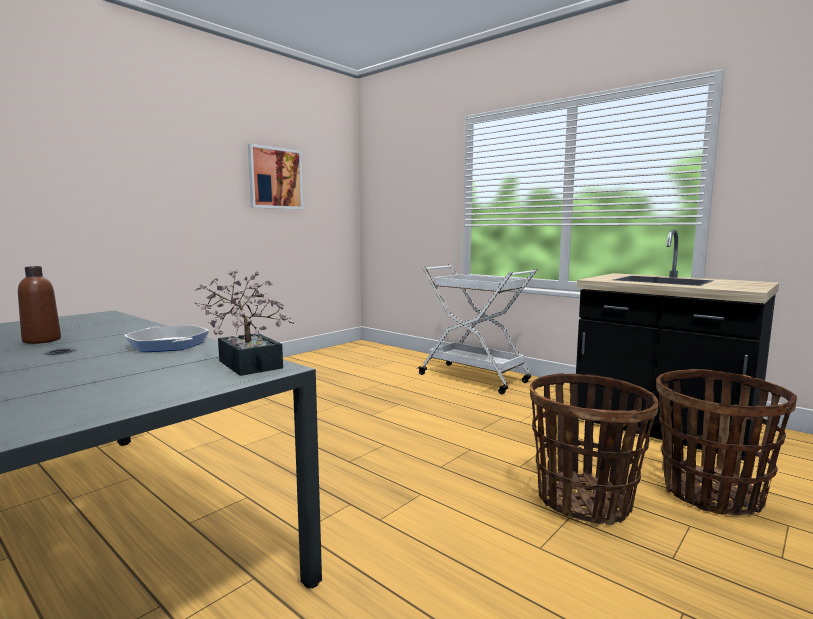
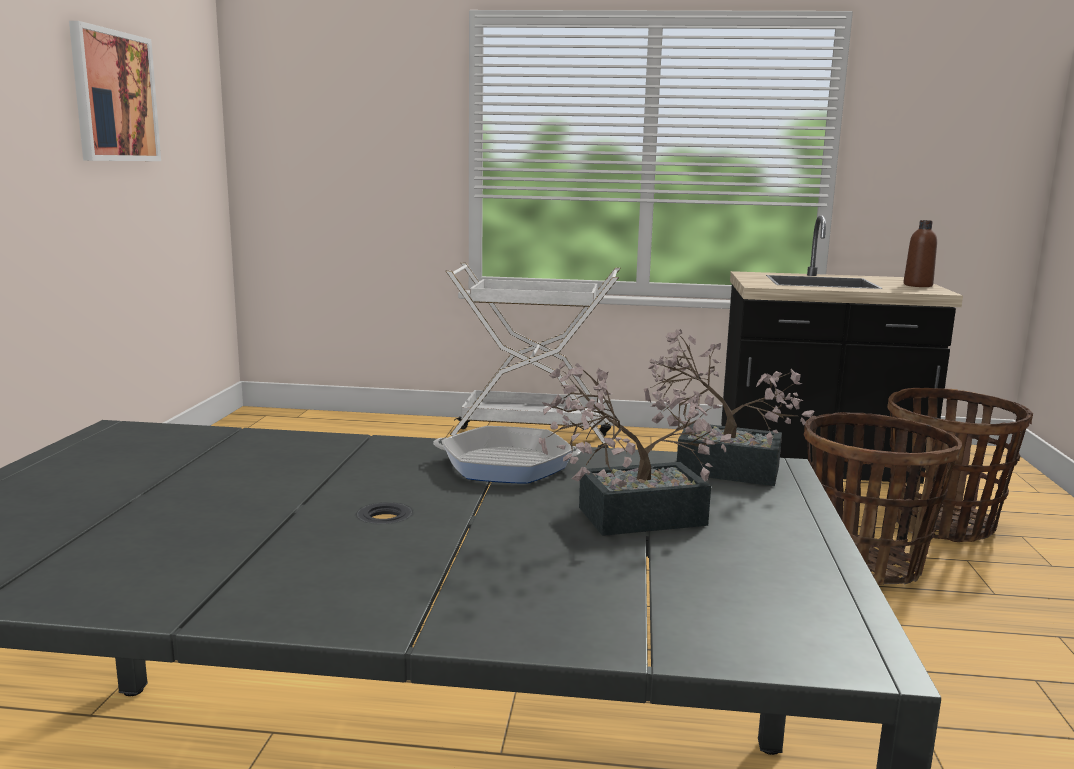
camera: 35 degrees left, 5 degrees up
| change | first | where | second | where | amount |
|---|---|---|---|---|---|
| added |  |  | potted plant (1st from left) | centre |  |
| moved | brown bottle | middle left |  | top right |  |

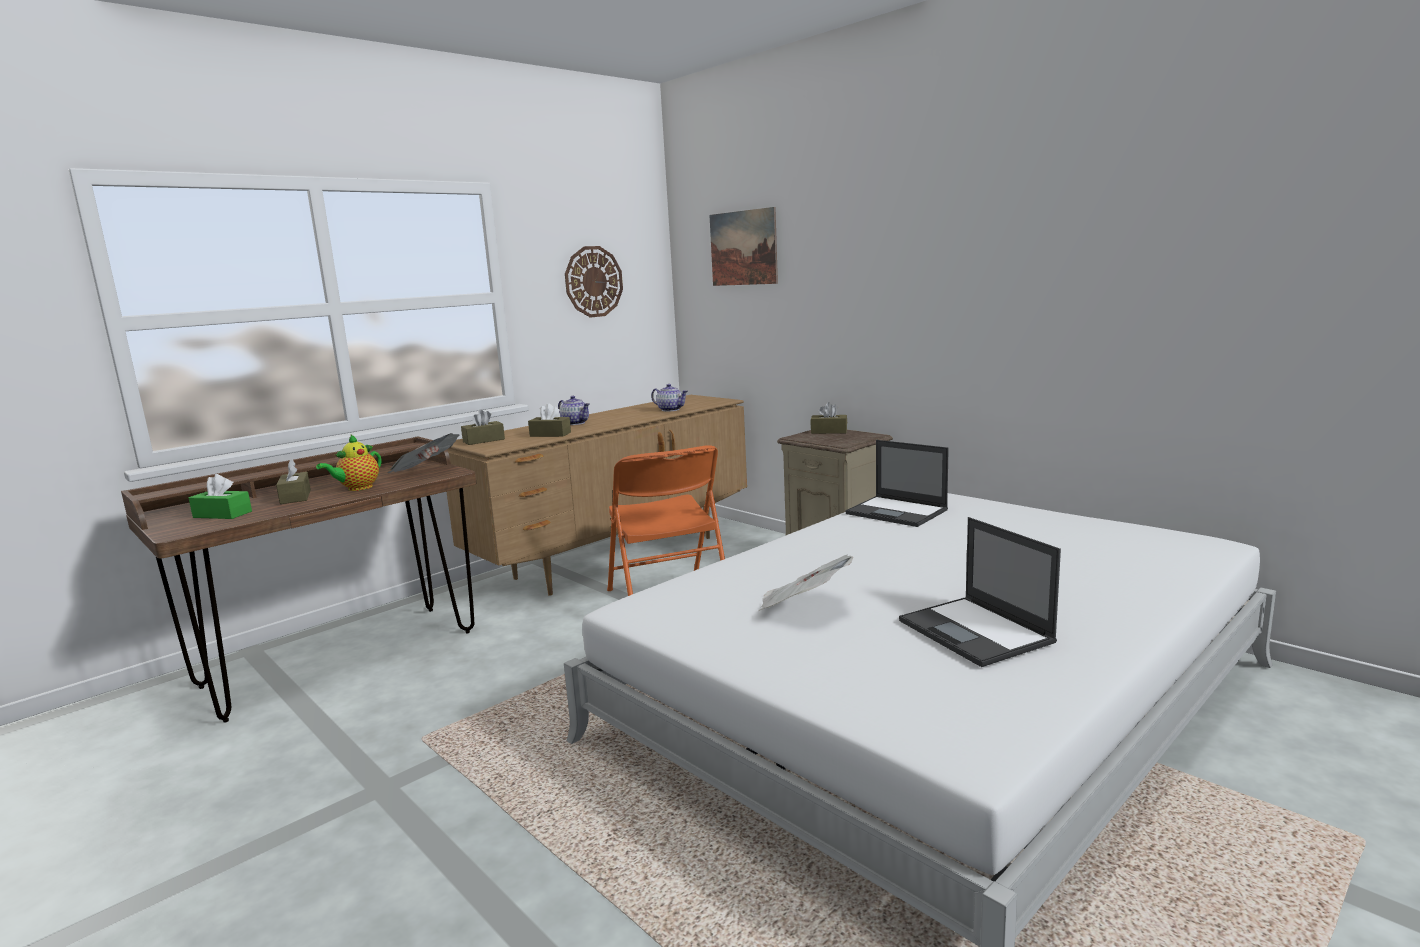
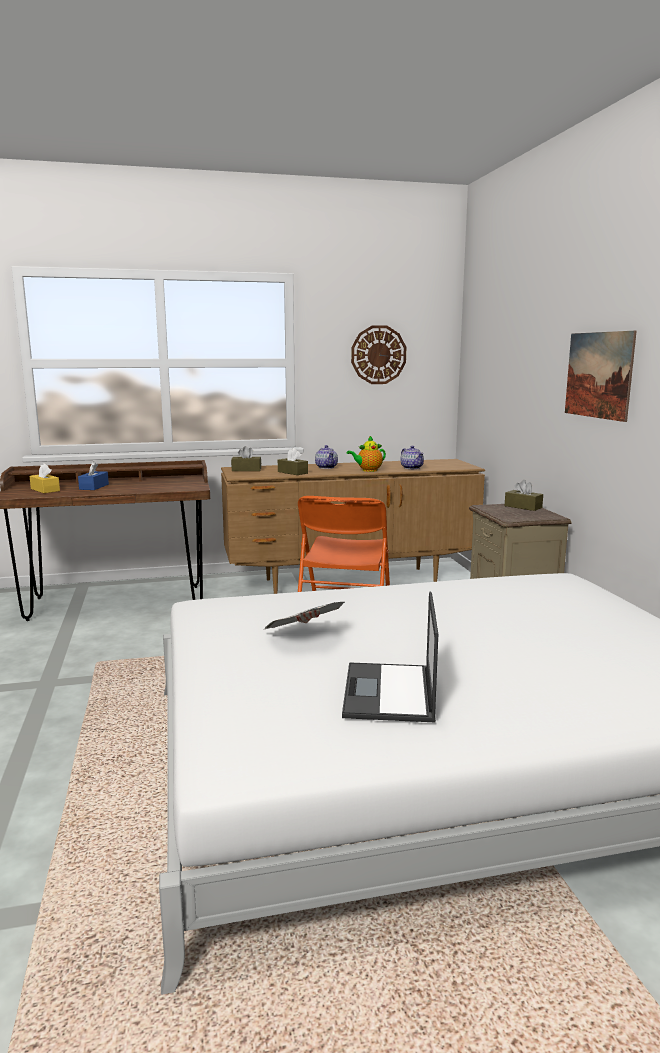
camera: 30 degrees right, 0 degrees up
| change | first | where | second | where | amount |
|---|---|---|---|---|---|
| recoloured | green tissue box | middle left | yellow tissue box | middle left |  |
| recoloured | brown tissue box (1st from left) | middle left | blue tissue box | middle left |  |
| moved | teapot (1st from left in the first image) | middle left | teapot (2nd from left) | centre |  |
| moved | picture | top centre |  | middle right |  |
| removed | newspaper (1st from left) | middle left |  |  |  |
| removed | laptop (1st from left) | centre |  |  |  |

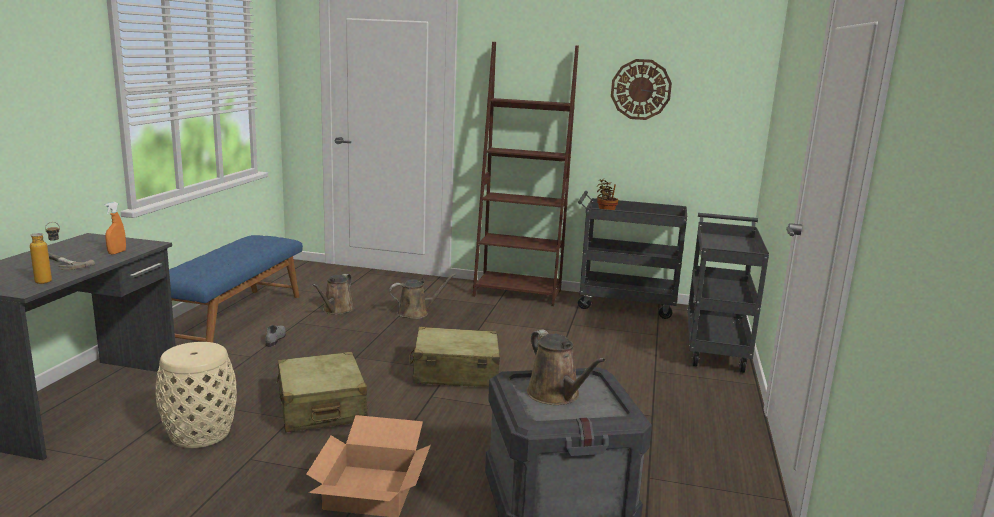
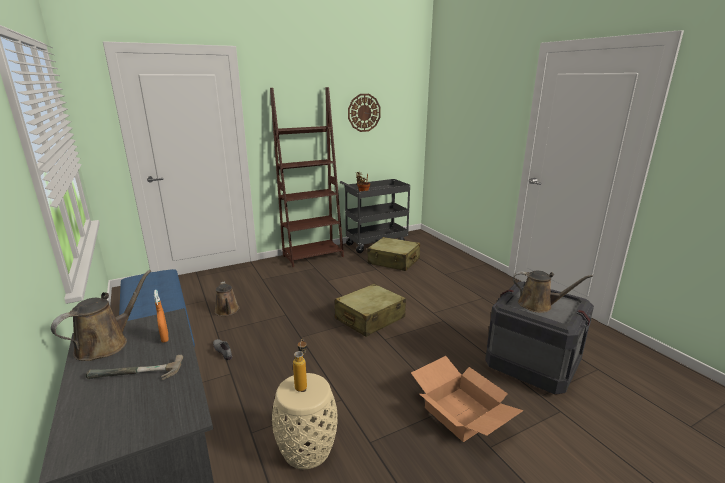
camera: 40 degrees left, 5 degrees up
| change | first | where | second | where | amount |
|---|---|---|---|---|---|
| moved | brown watering can (2nd from left in the first image) | centre | brown watering can (1st from left) | middle left |  |
| moved | bottle | middle left |  | bottom centre |  |
| moved | beige suitcase (1st from left in the first image) | bottom left | beige suitcase (2nd from left) | centre |  |
| removed | grey cart (2nd from left) | middle right |  |  |  |

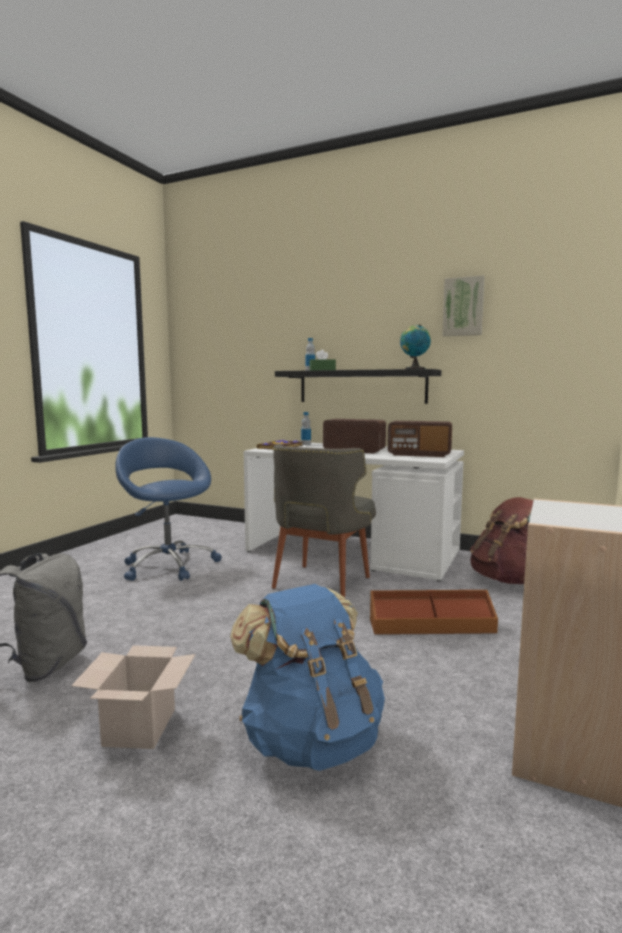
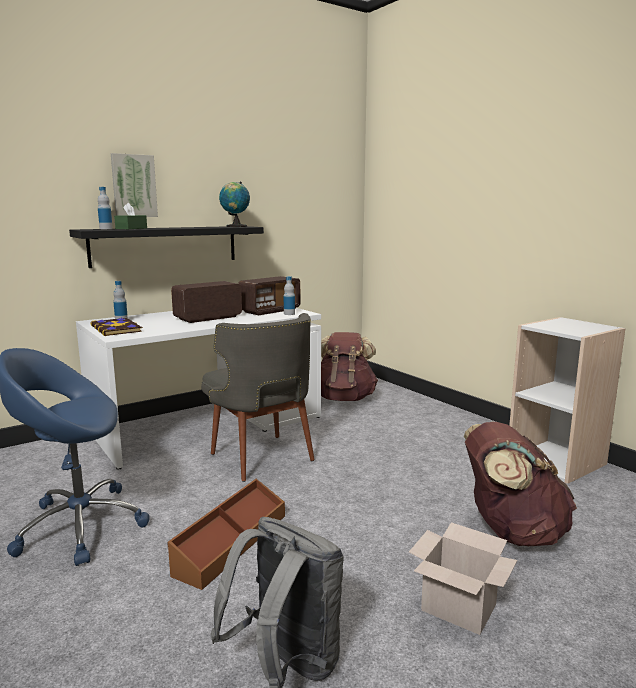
camera: 60 degrees left, 5 degrees up
| change | first | where | second | where | amount |
|---|---|---|---|---|---|
| moved | picture | top right |  | top left |  |
| moved | brown storage box | middle right |  | bottom centre |  |
| added |  |  | bottle (3rd from left) | centre |  |
| recoloured | blue backpack | bottom centre | brown backpack (2nd from left) | bottom right |  |

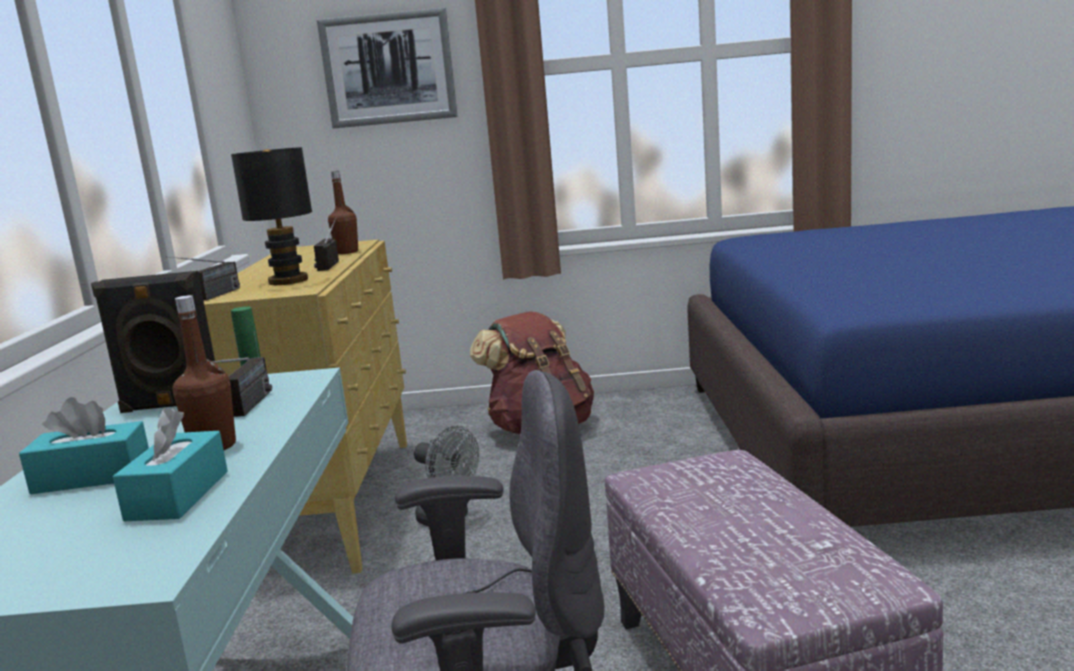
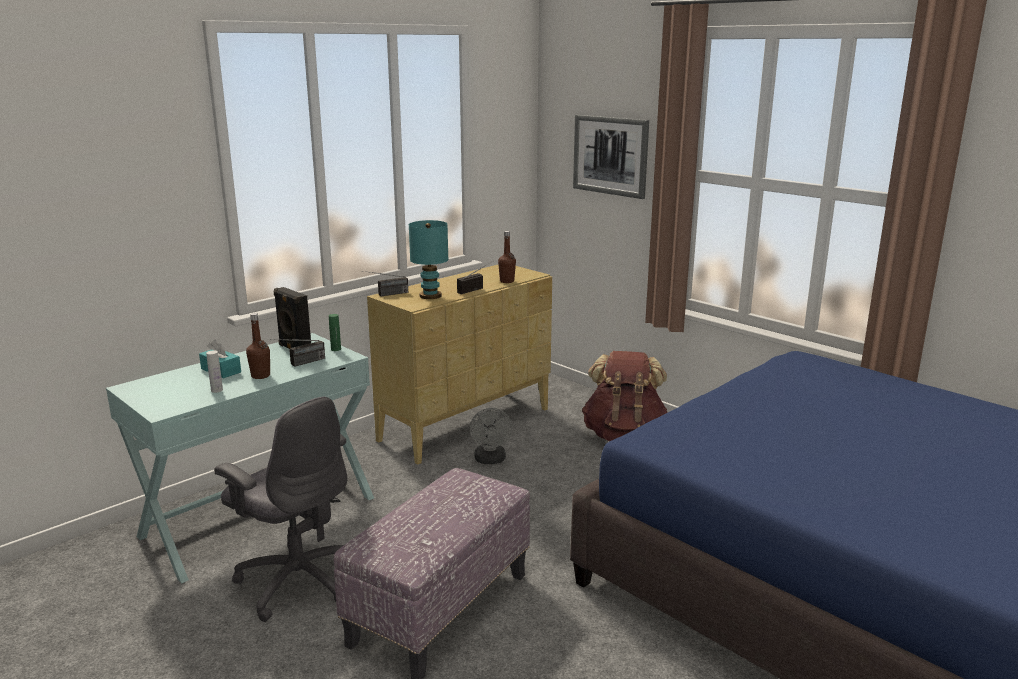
camera: 45 degrees right, 5 degrees up
| change | first | where | second | where | amount |
|---|---|---|---|---|---|
| replaced | turquoise tissue box (2nd from left) | bottom left | white bottle | middle left |  |
| recoloured | black table lamp | top left | turquoise table lamp | centre |  |

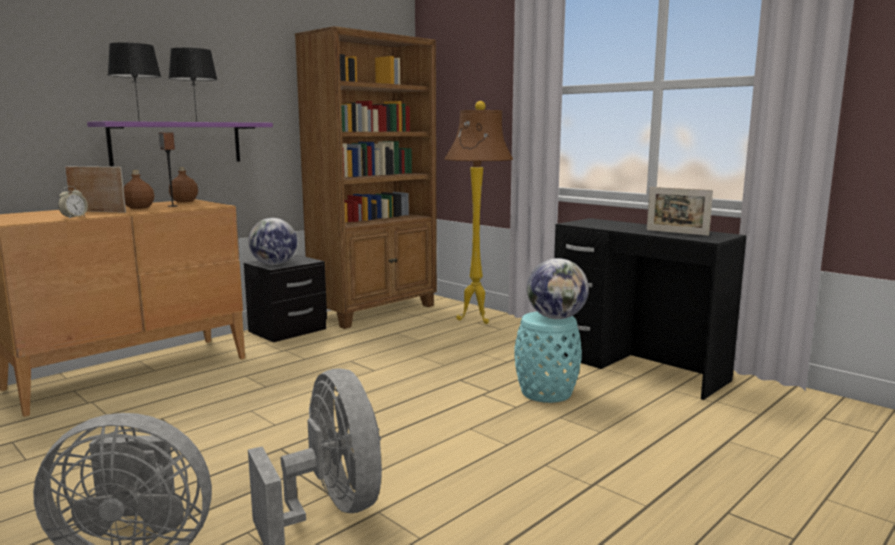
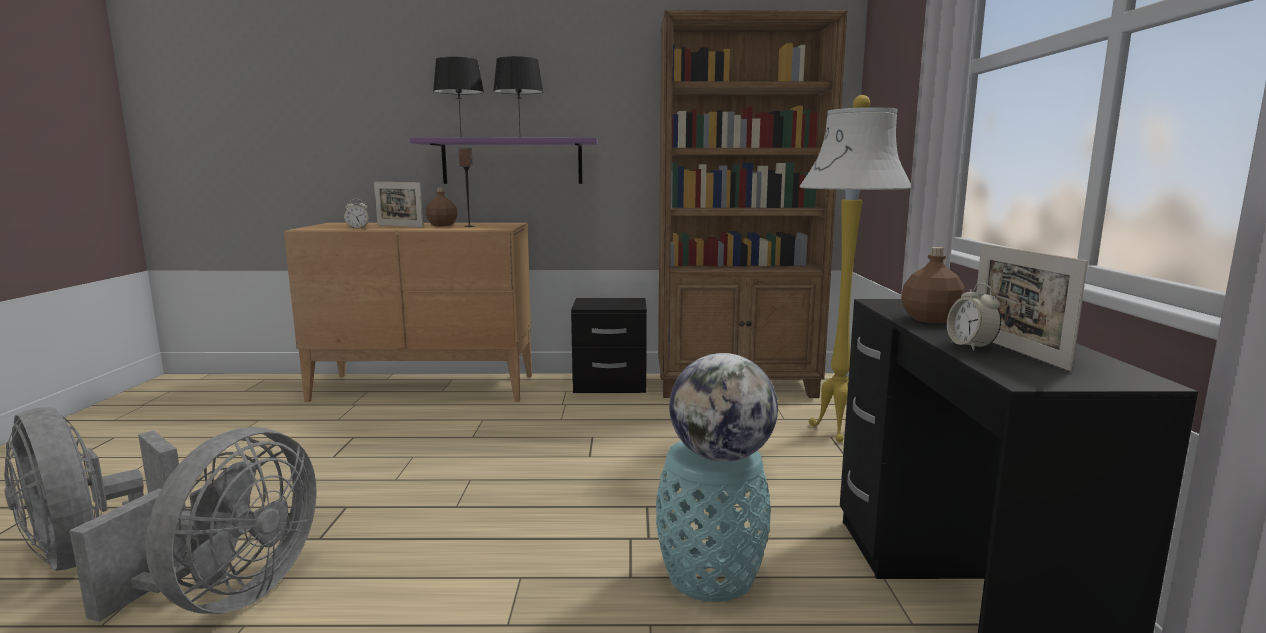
camera: 45 degrees right, 0 degrees up
| change | first | where | second | where | amount |
|---|---|---|---|---|---|
| turned | picture frame (1st from left) | middle left |  | top left | 150 degrees clockwise |
| recoloured | brown floor lamp | centre | white floor lamp | middle right |  |
| moved | brown bottle (2nd from left) | middle left |  | middle right |  |
| added |  |  | alarm clock (2nd from left) | middle right |  |
| removed | globe (1st from left) | middle left |  |  |  |

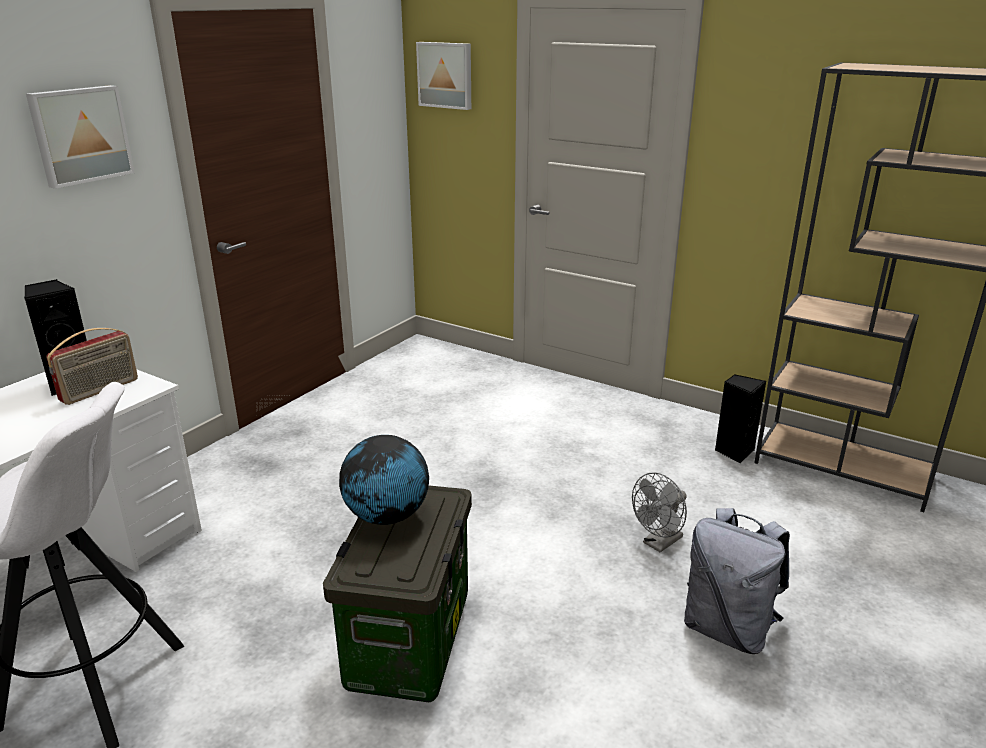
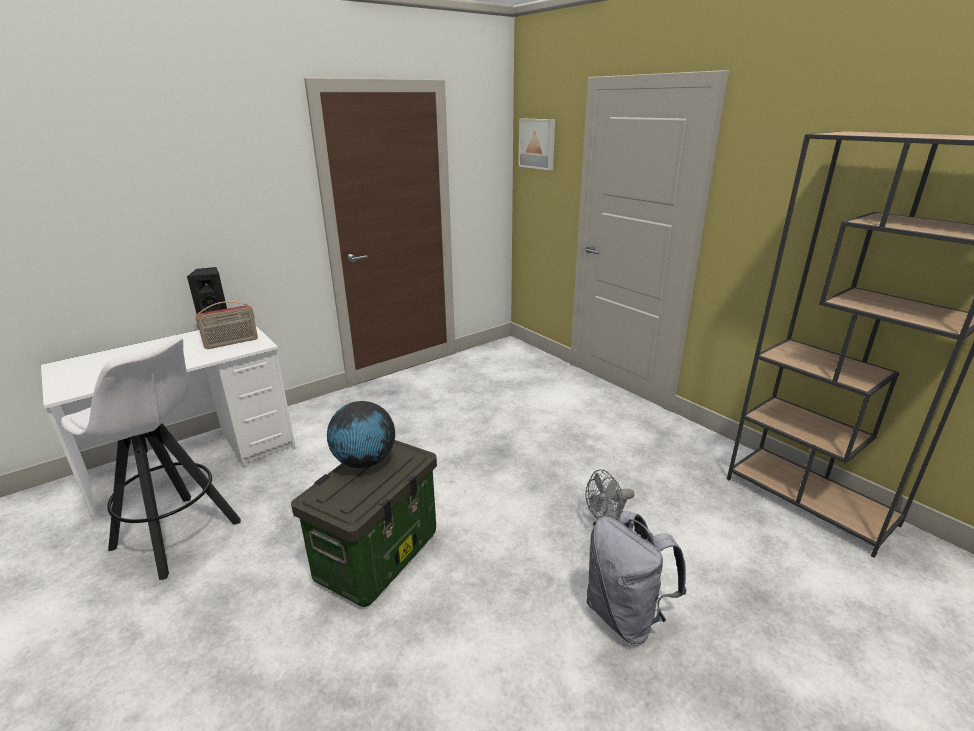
camera: 20 degrees right, 0 degrees up
| change | first | where | second | where | amount |
|---|---|---|---|---|---|
| removed | picture (1st from left) | top left |  |  |  |
| removed | black speaker (2nd from left) | middle right |  |  |  |

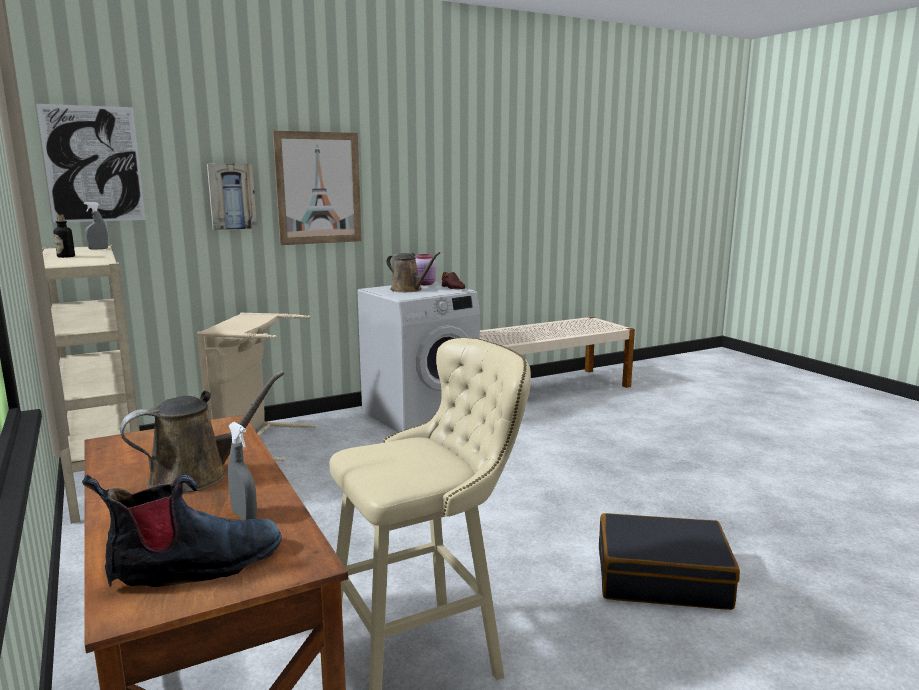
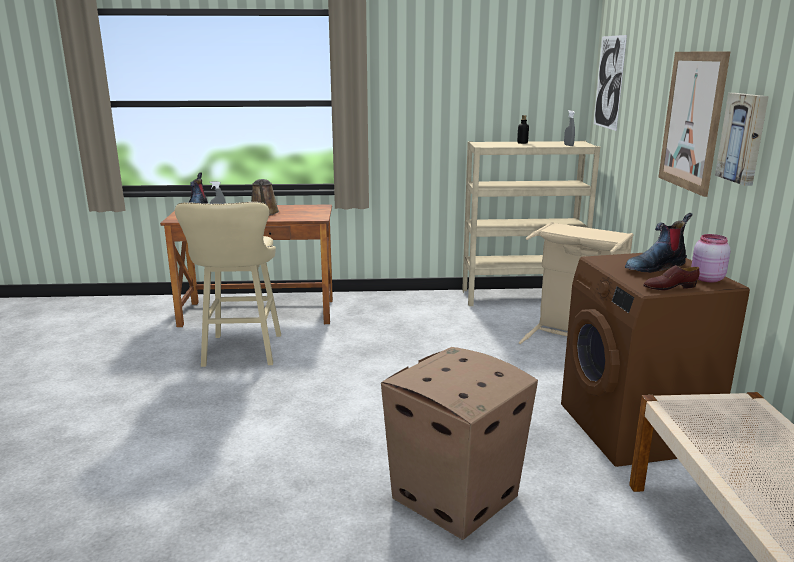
camera: 115 degrees right, 5 degrees up
| change | first | where | second | where | amount |
|---|---|---|---|---|---|
| added |  |  | cardboard box | bottom centre |  |
| recoloured | white washing machine | centre | brown washing machine | middle right |  |
| replaced | brown watering can (2nd from left) | centre | boot (2nd from left) | middle right |  |
| moved | picture (2nd from left in the first image) | top left | picture (3rd from left) | top right |  |
| removed | black suitcase | bottom right |  |  |  |

